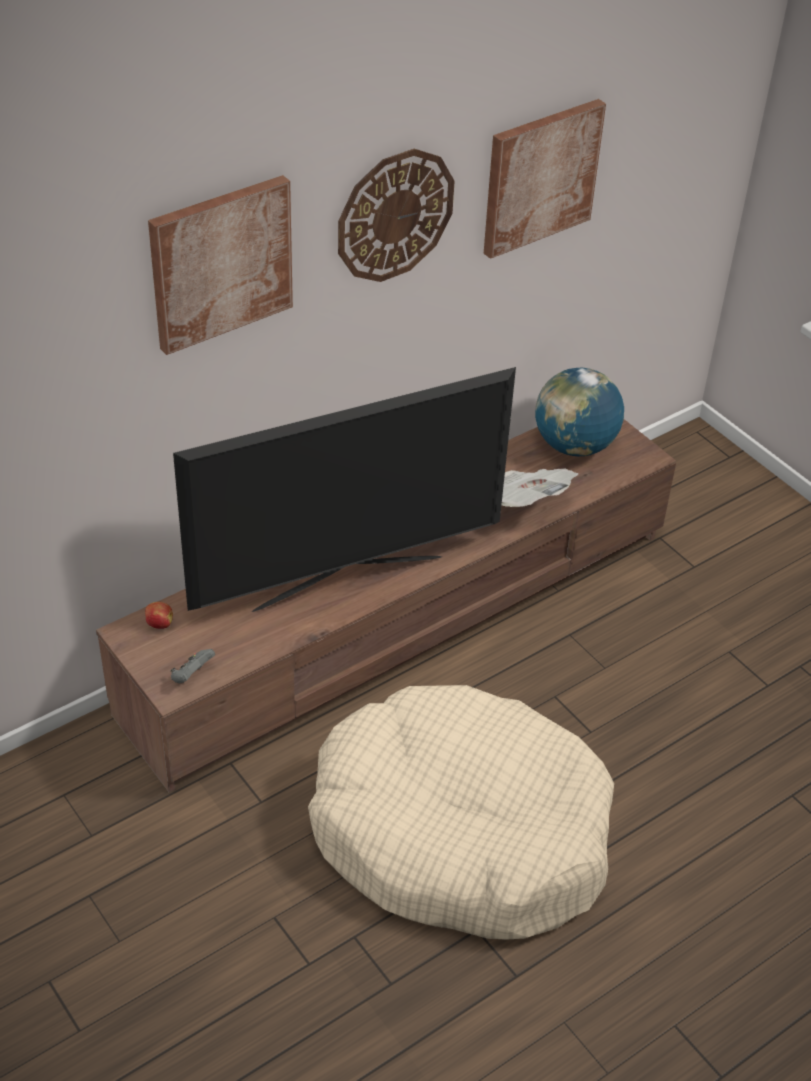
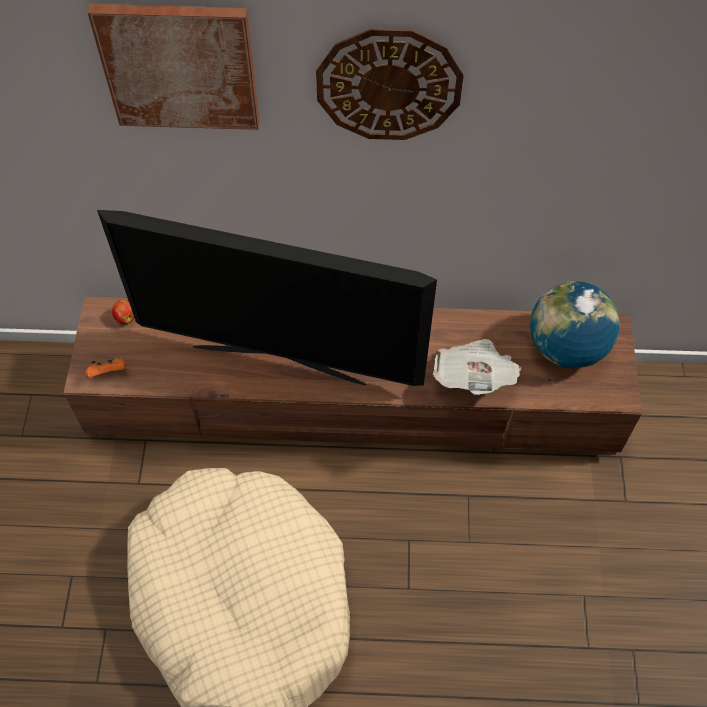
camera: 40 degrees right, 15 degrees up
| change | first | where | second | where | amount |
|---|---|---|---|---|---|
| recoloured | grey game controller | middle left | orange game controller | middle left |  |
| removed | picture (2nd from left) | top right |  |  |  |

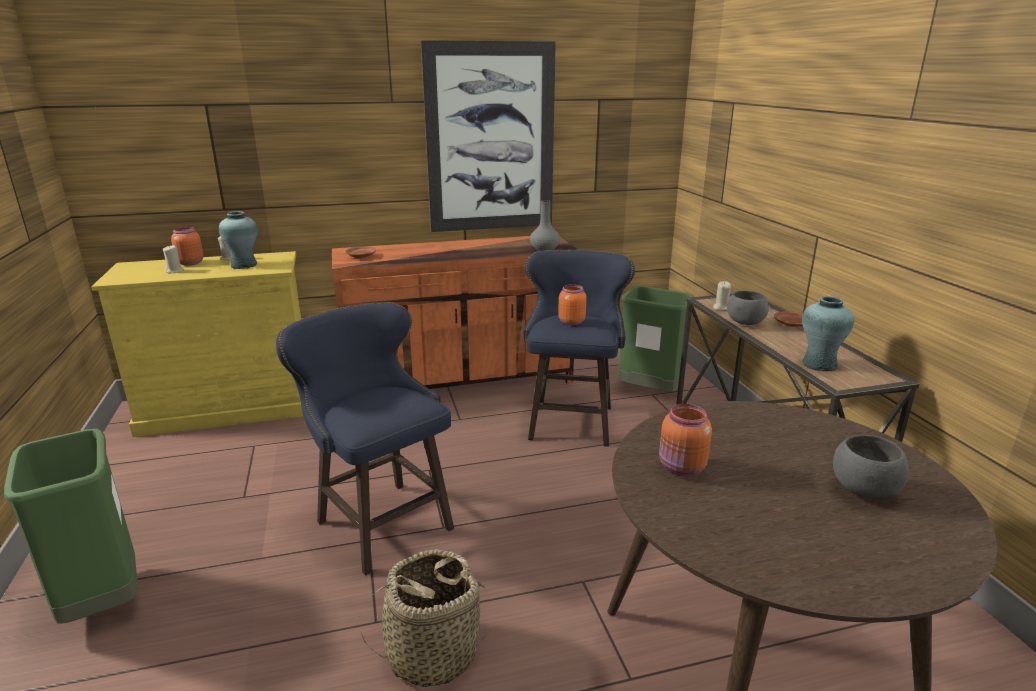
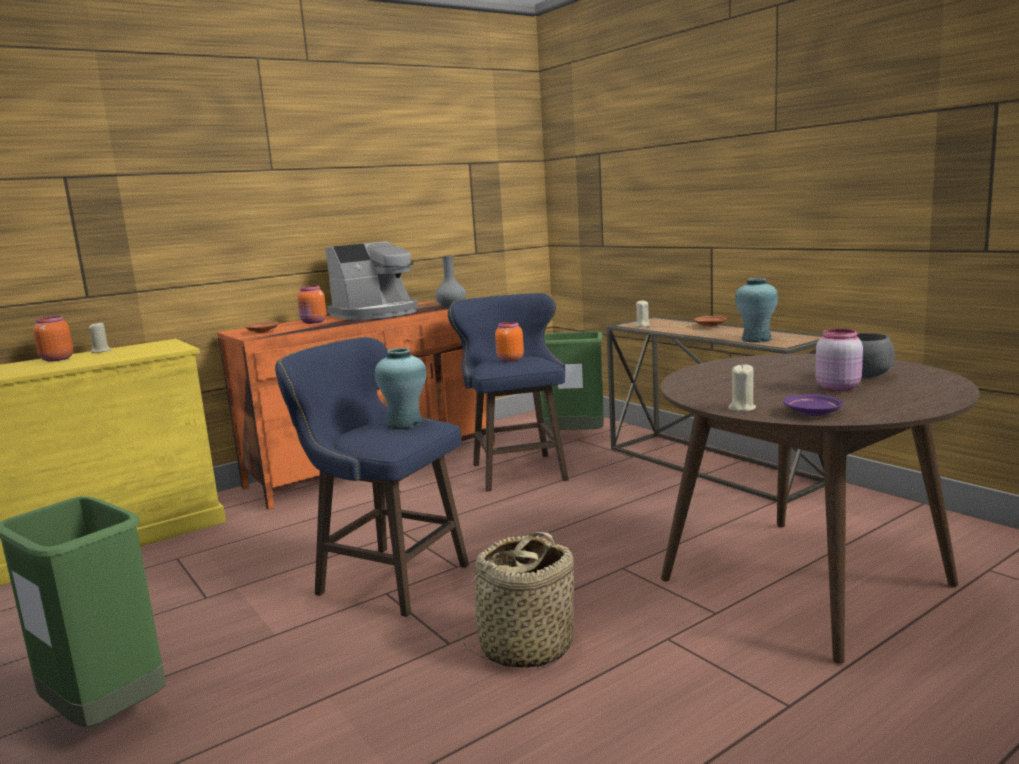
camera: 20 degrees left, 10 degrees down
| change | first | where | second | where | amount |
|---|---|---|---|---|---|
| moved | orange jar (3rd from left in the first image) | centre | orange jar (2nd from left) | middle left |  |
| added |  |  | coffee machine | centre |  |
| moved | turquoise vase (1st from left) | middle left |  | centre |  |
| moved | beige candle (1st from left in the first image) | middle left | beige candle (3rd from left) | middle right |  |
| added |  |  | purple plate | middle right |  |
| added |  |  | pink jar | middle right |  |
| removed | picture | top centre |  |  |  |
| removed | grey bowl (1st from left) | middle right |  |  |  |

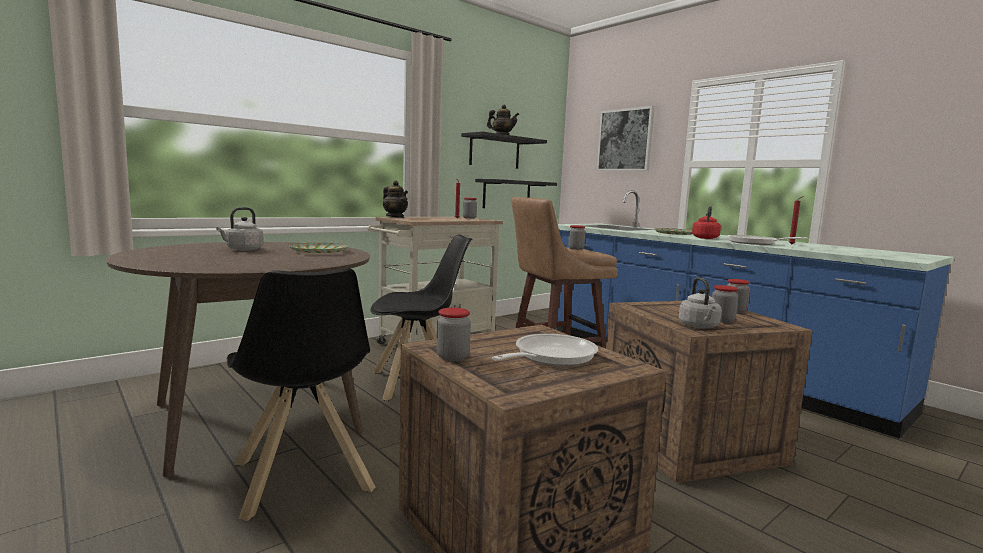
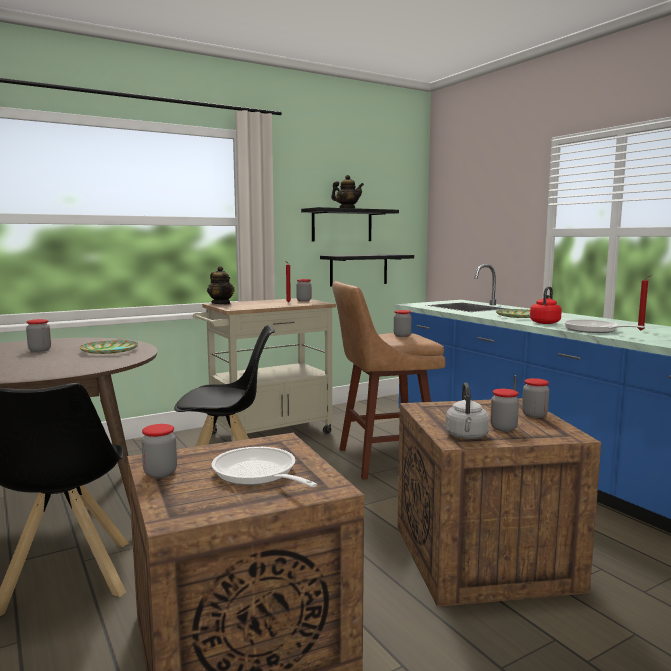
camera: 10 degrees right, 0 degrees up
| change | first | where | second | where | amount |
|---|---|---|---|---|---|
| replaced | grey kettle (1st from left) | middle left | jar (1st from left) | middle left |  |
| turned | frying pan (1st from left) | centre |  | bottom centre | 90 degrees counterclockwise |
| removed | picture | top centre |  |  |  |

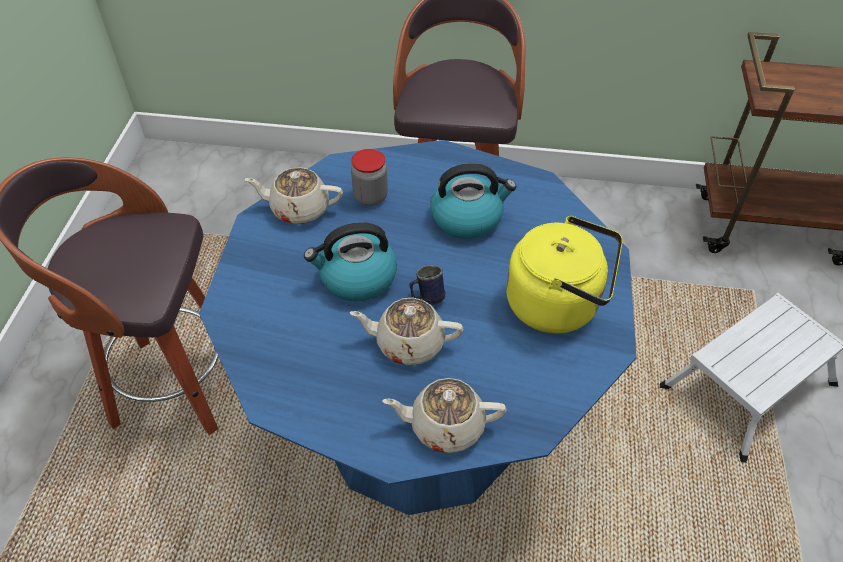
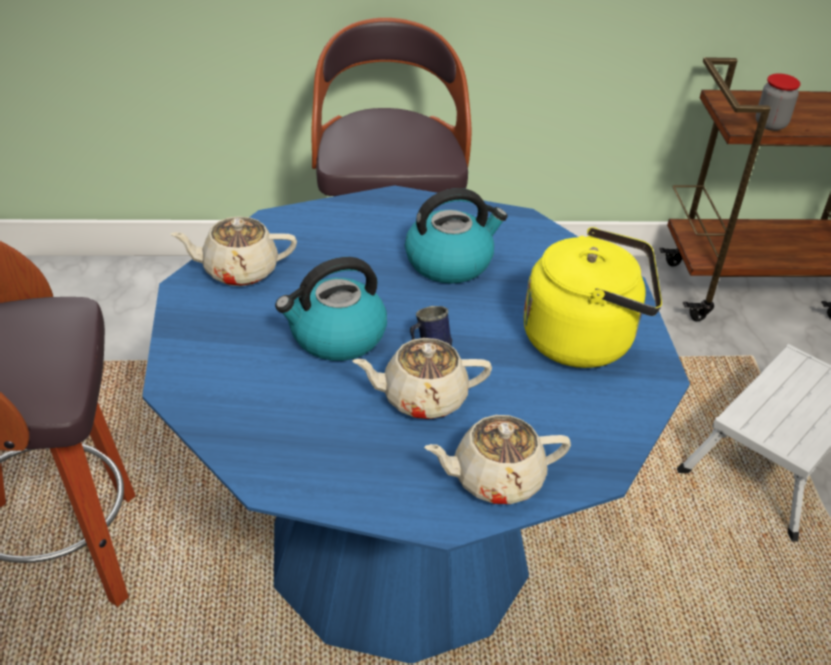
camera: 15 degrees left, 10 degrees down
| change | first | where | second | where | amount |
|---|---|---|---|---|---|
| moved | jar | top centre |  | top right |  |

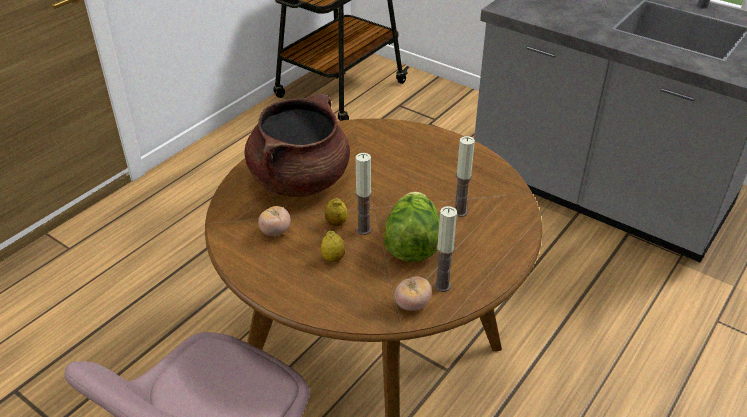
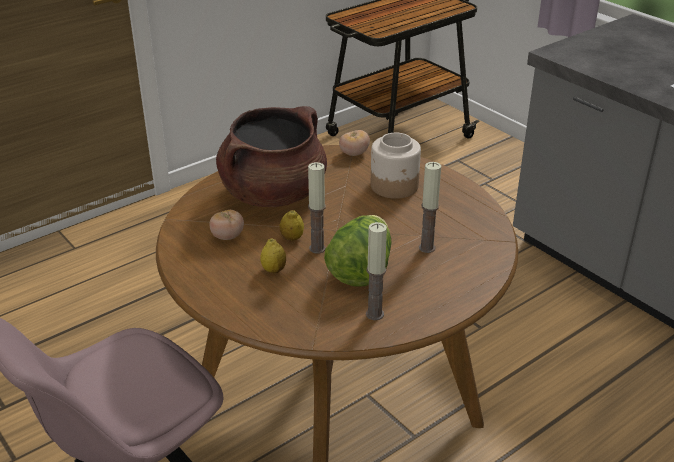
camera: 15 degrees right, 5 degrees down
| change | first | where | second | where | amount |
|---|---|---|---|---|---|
| moved | tomato (2nd from left) | bottom centre |  | top centre |  |
| added |  |  | jar | centre |  |

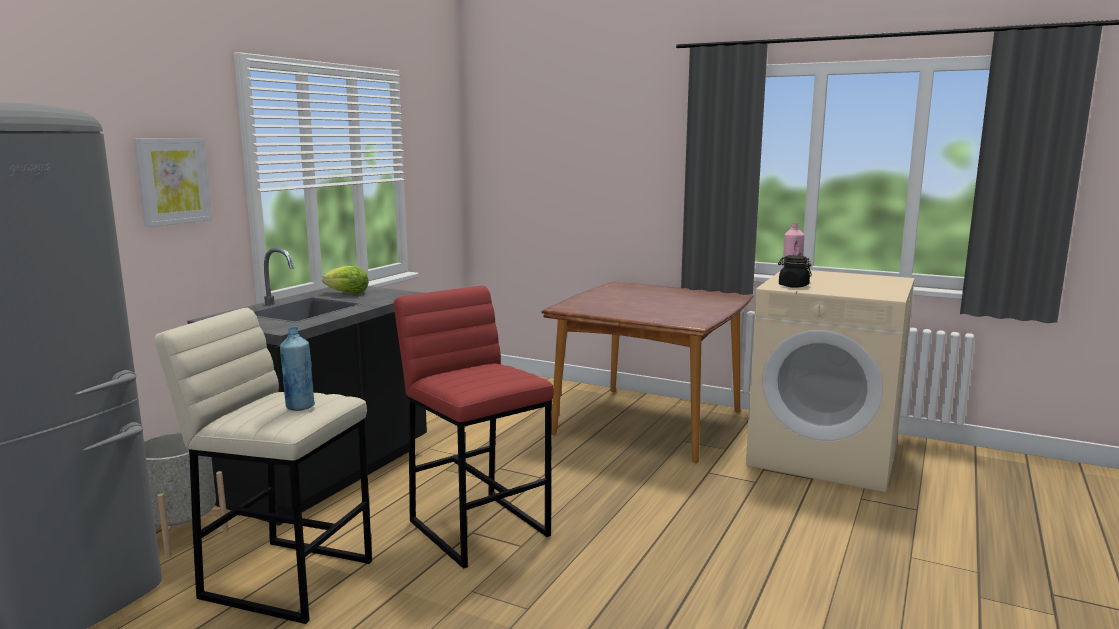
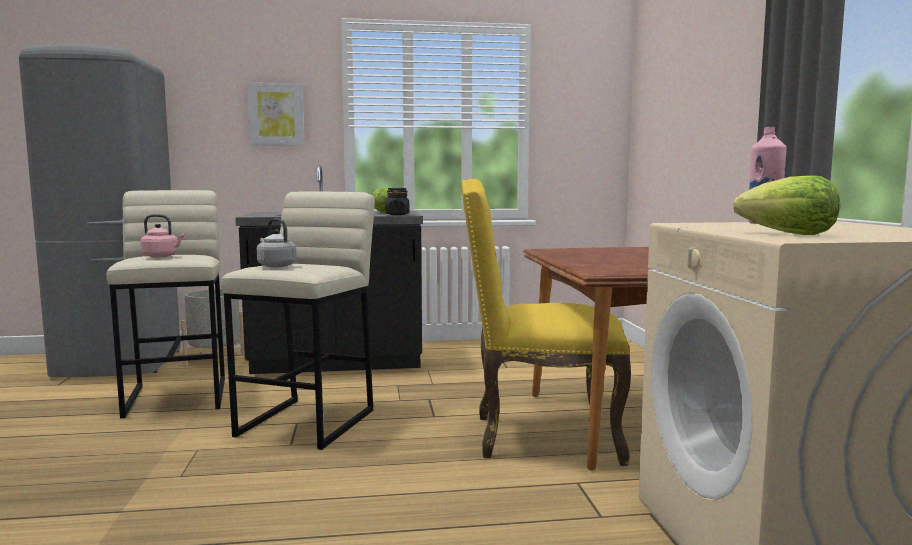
camera: 55 degrees right, 5 degrees down
| change | first | where | second | where | amount |
|---|---|---|---|---|---|
| replaced | blue bottle | middle left | pink kettle | middle left |  |
| recoloured | red stool | bottom centre | beige stool (2nd from left) | middle left |  |
| added |  |  | grey kettle | middle left |  |
| moved | black jar | middle right |  | centre |  |
| added |  |  | yellow chair | centre |  |
| added |  |  | lettuce (2nd from left) | middle right |  |

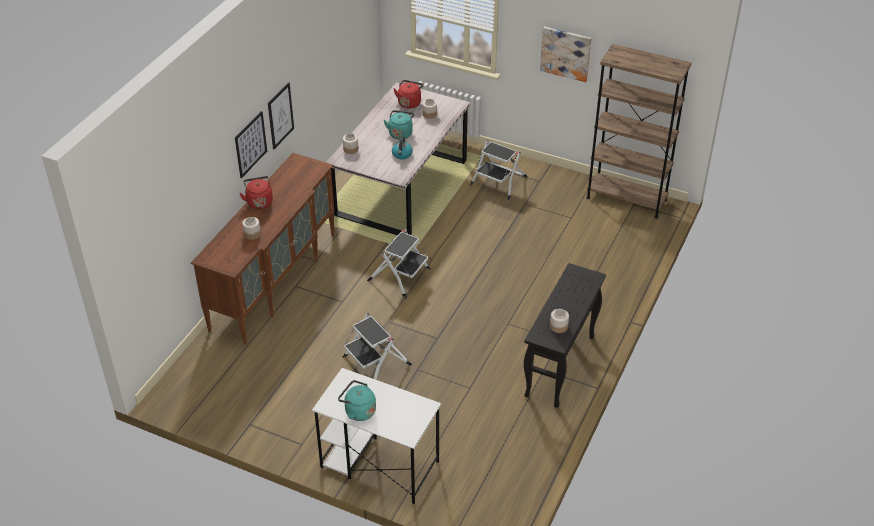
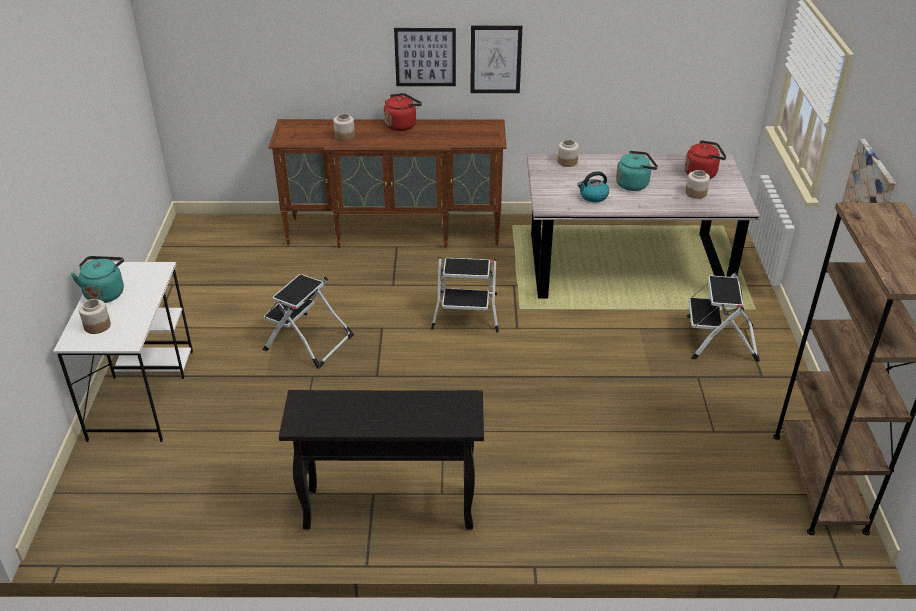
camera: 65 degrees right, 5 degrees down
| change | first | where | second | where | amount |
|---|---|---|---|---|---|
| moved | jar (4th from left in the first image) | centre | jar (1st from left) | middle left |  |

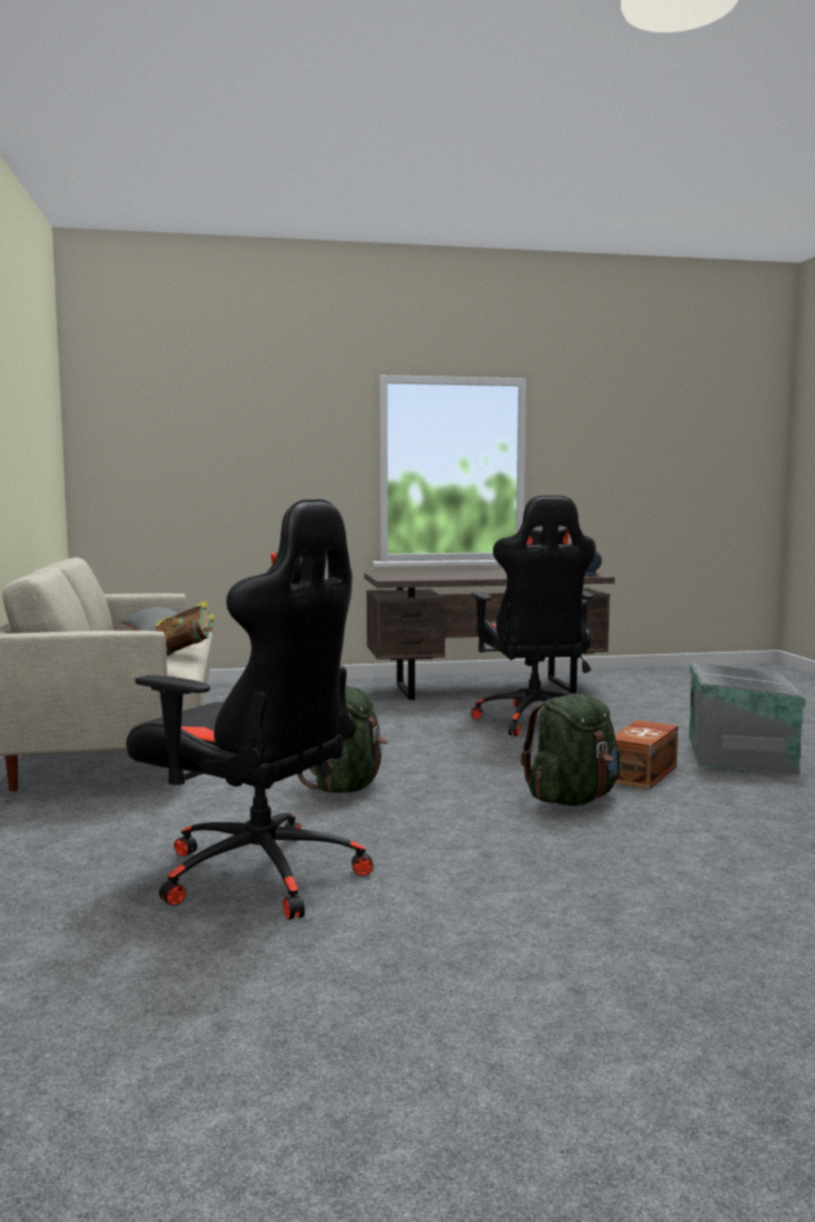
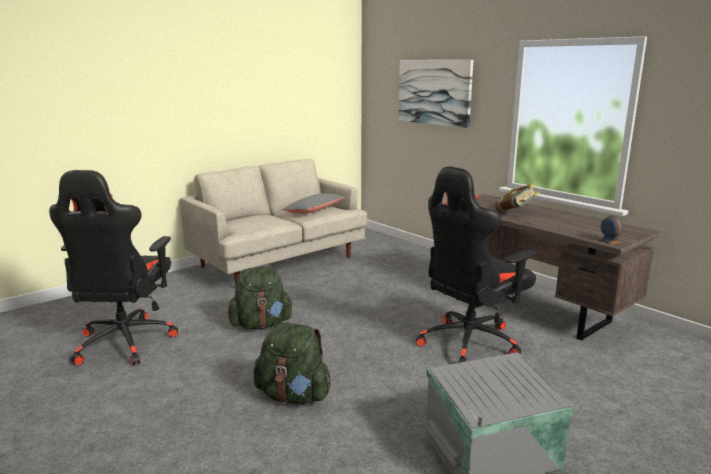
camera: 60 degrees right, 10 degrees up
| change | first | where | second | where | amount |
|---|---|---|---|---|---|
| added |  |  | picture | top centre |  |
| moved | book | middle left |  | middle right |  |
| removed | brown storage box | middle right |  |  |  |

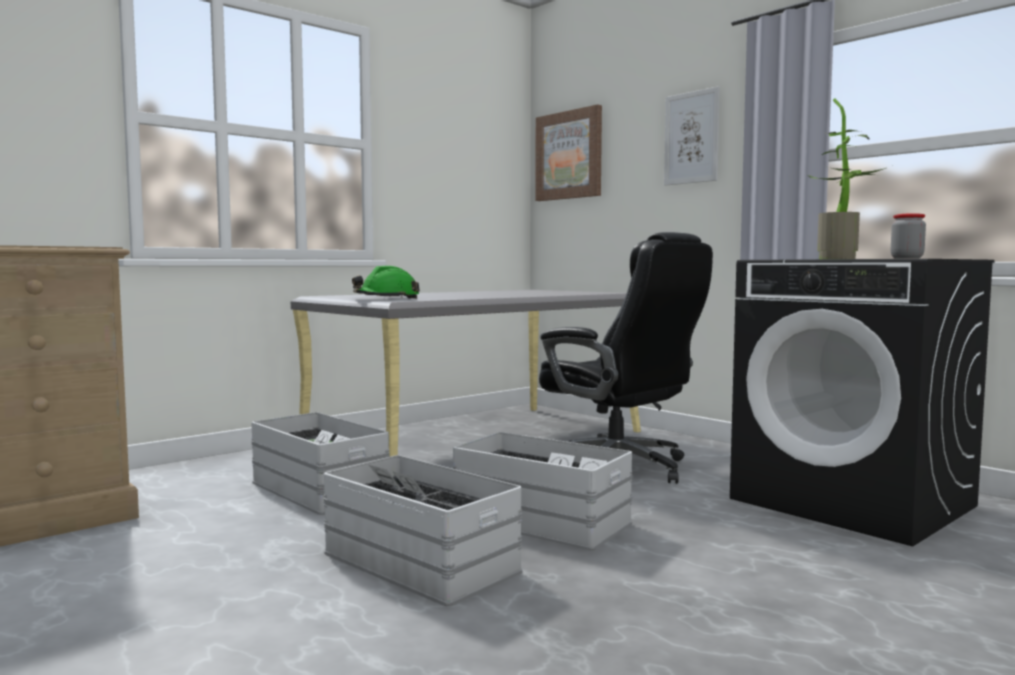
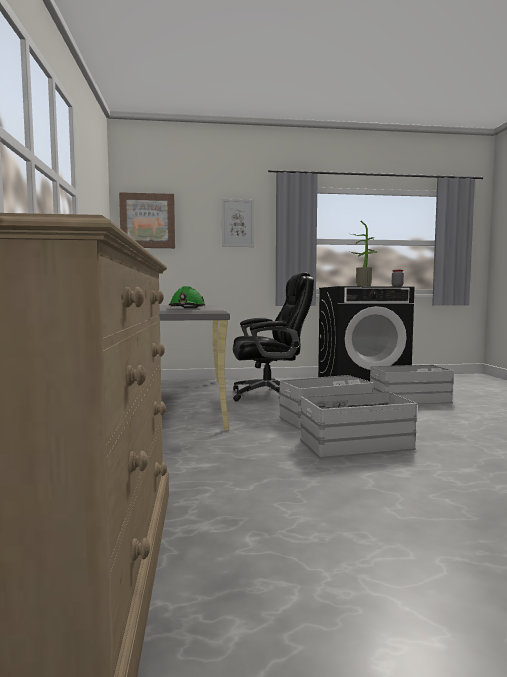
camera: 55 degrees left, 0 degrees up
| change | first | where | second | where | amount |
|---|---|---|---|---|---|
| moved | grey storage box (1st from left in the first image) | bottom left | grey storage box (3rd from left) | middle right |  |

